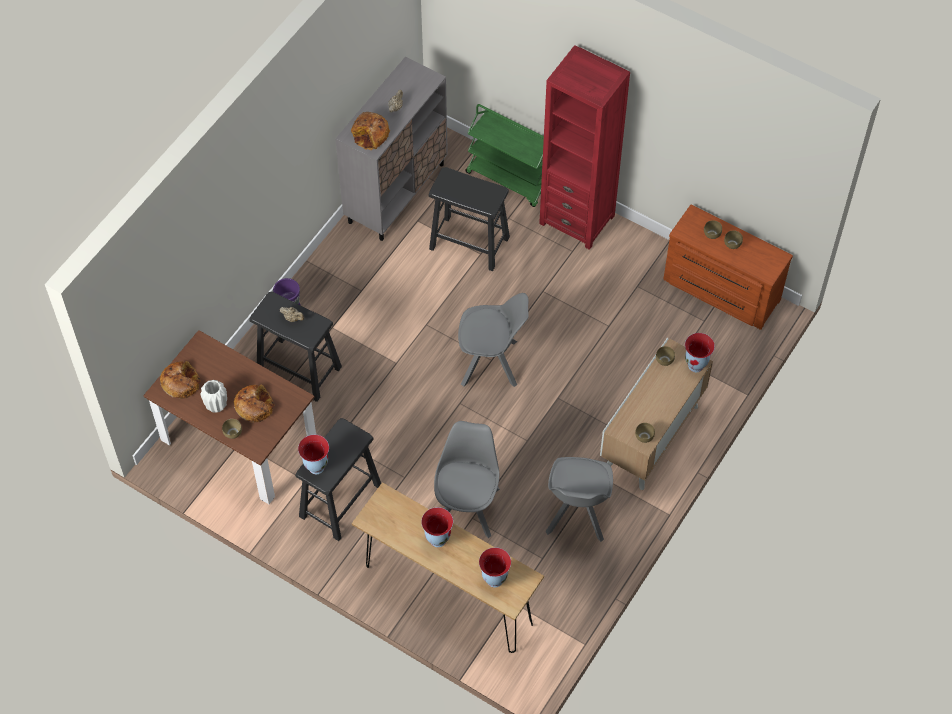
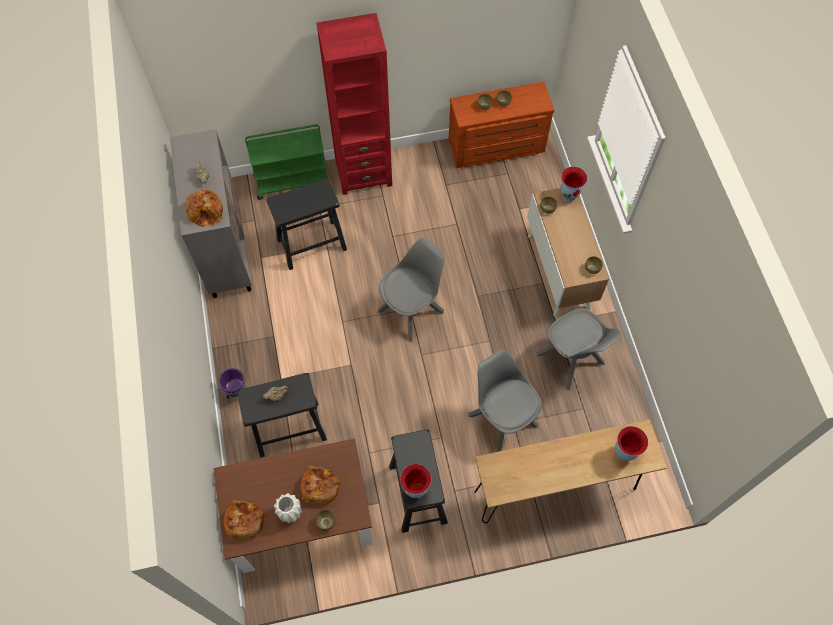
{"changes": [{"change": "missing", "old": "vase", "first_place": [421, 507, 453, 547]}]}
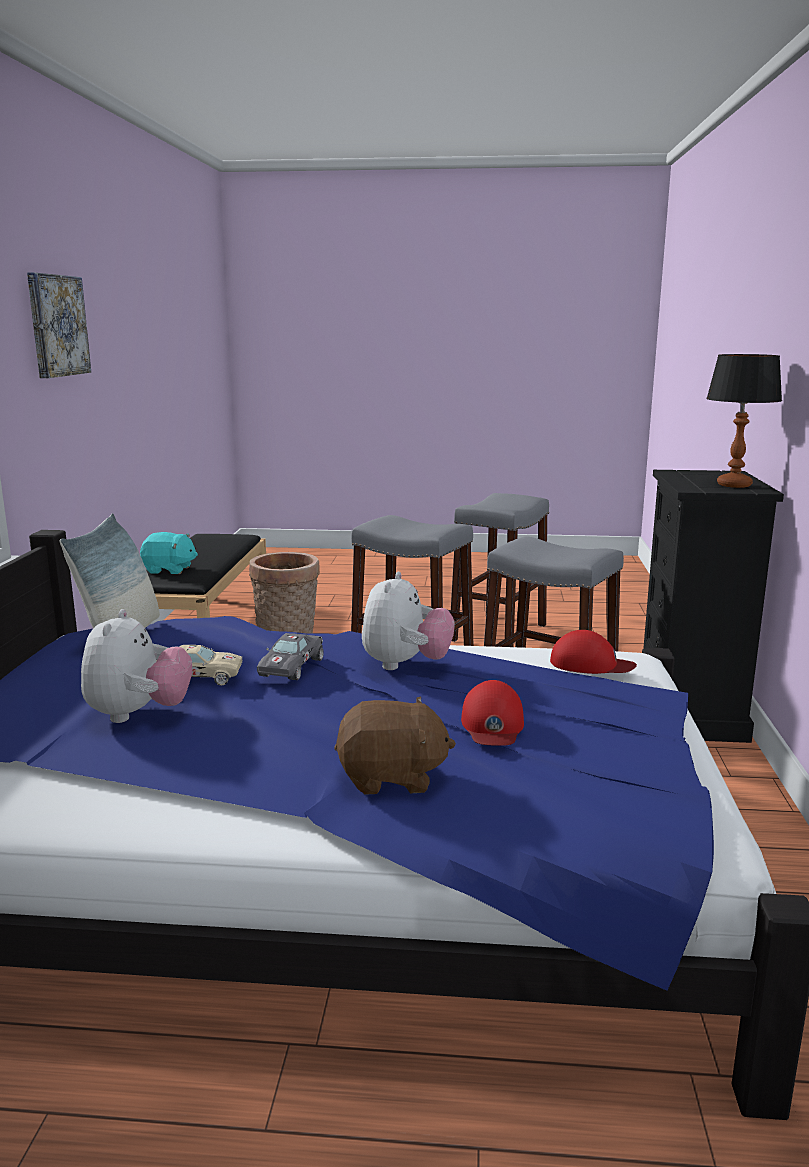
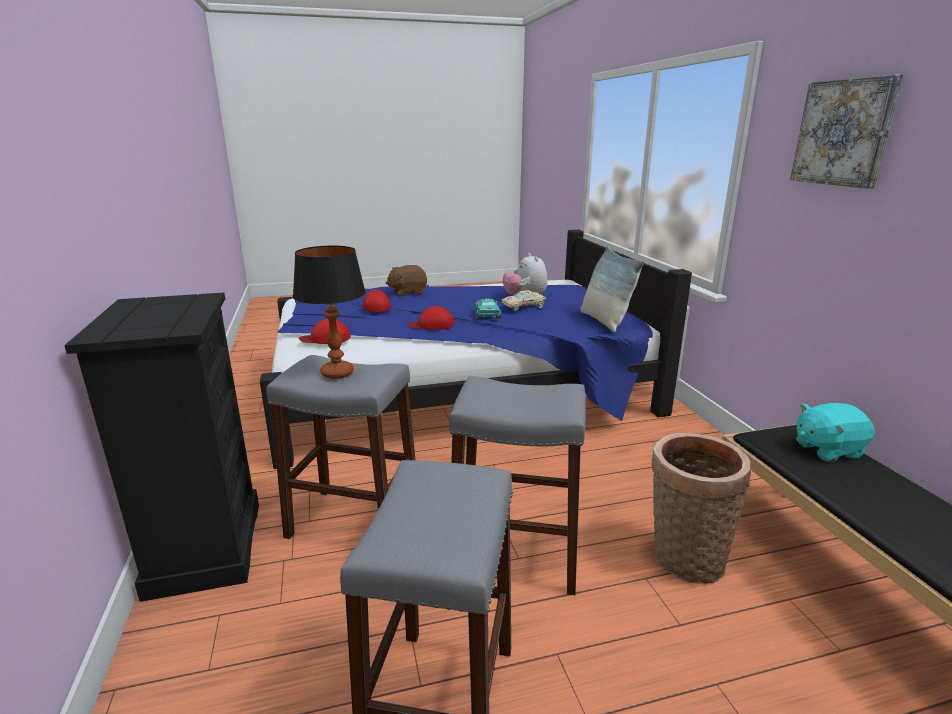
{"changes": [{"change": "relocated", "old": "table lamp", "first_place": [706, 354, 782, 488], "second_place": [293, 246, 366, 379]}, {"change": "exchanged", "old": "plush toy", "new": "cap (red)", "first_place": [362, 572, 455, 670], "second_place": [407, 306, 454, 330]}, {"change": "colour", "old": "toy car (grey)", "new": "toy car (turquoise)", "first_place": [257, 633, 324, 680], "second_place": [476, 299, 501, 319]}]}
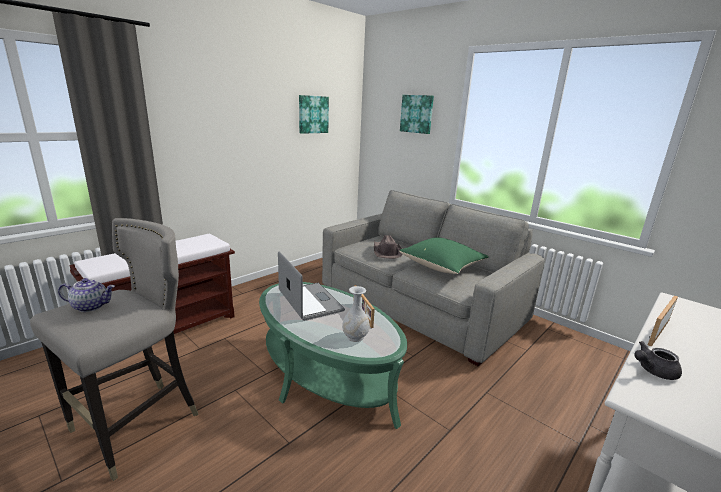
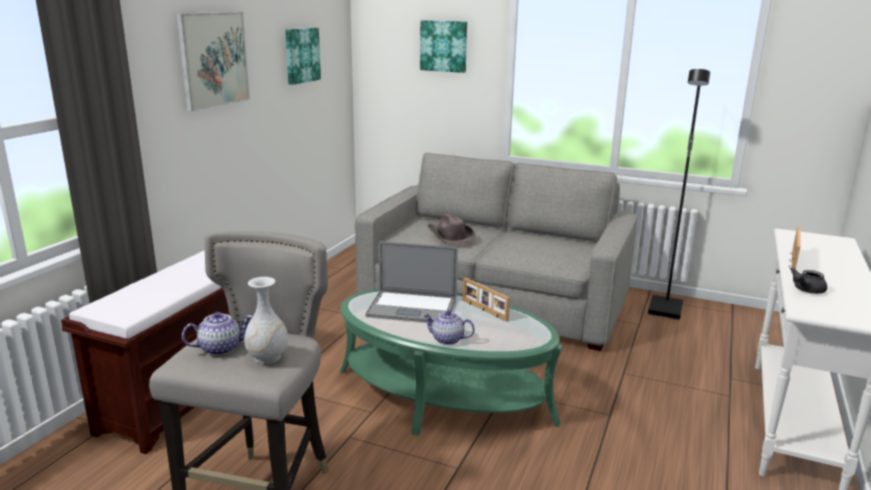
{"changes": [{"change": "missing", "old": "pillow (green)", "first_place": [399, 237, 489, 274]}, {"change": "appeared", "new": "picture", "second_place": [176, 12, 250, 111]}, {"change": "appeared", "new": "teapot", "second_place": [423, 310, 475, 345]}, {"change": "appeared", "new": "floor lamp (black)", "second_place": [648, 69, 710, 320]}, {"change": "relocated", "old": "vase (white)", "first_place": [342, 286, 370, 342], "second_place": [244, 277, 288, 364]}, {"change": "spun", "old": "laptop", "first_place": [278, 251, 345, 321], "second_place": [365, 241, 458, 322], "degrees": 150}]}
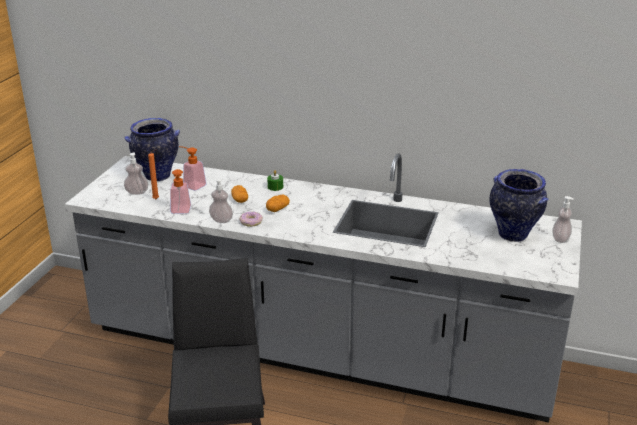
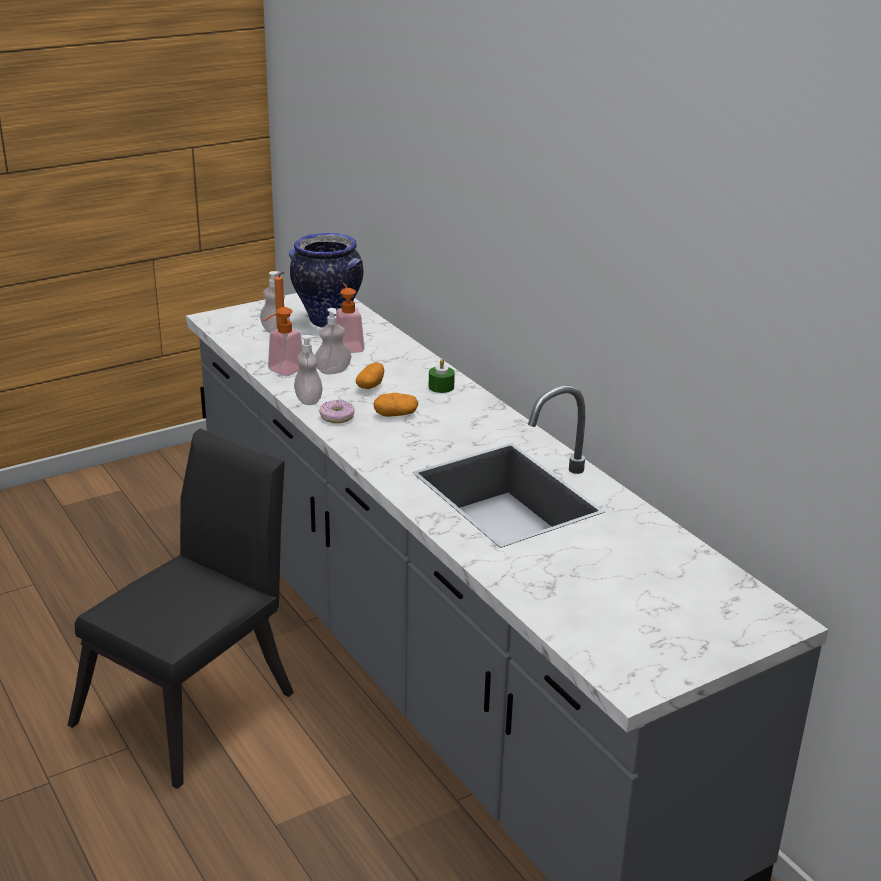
{"changes": [{"change": "missing", "old": "vase", "first_place": [489, 169, 548, 242]}, {"change": "relocated", "old": "soap dispenser", "first_place": [552, 196, 574, 243], "second_place": [315, 308, 352, 374]}]}
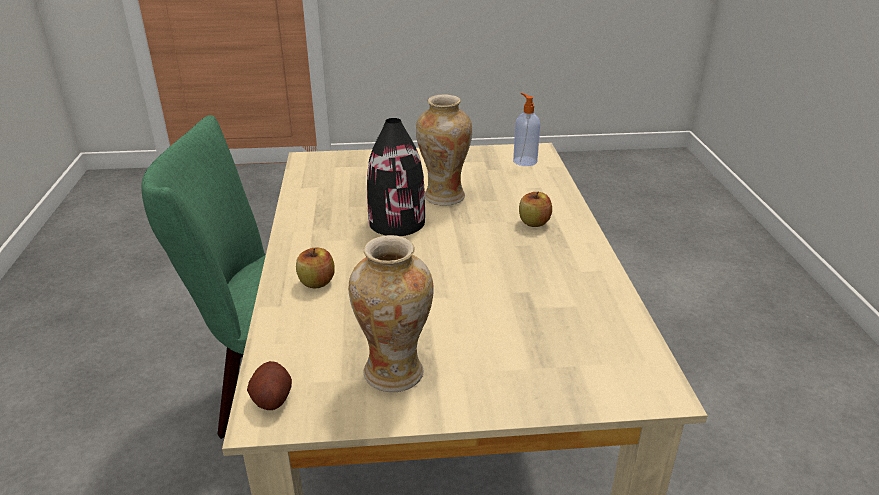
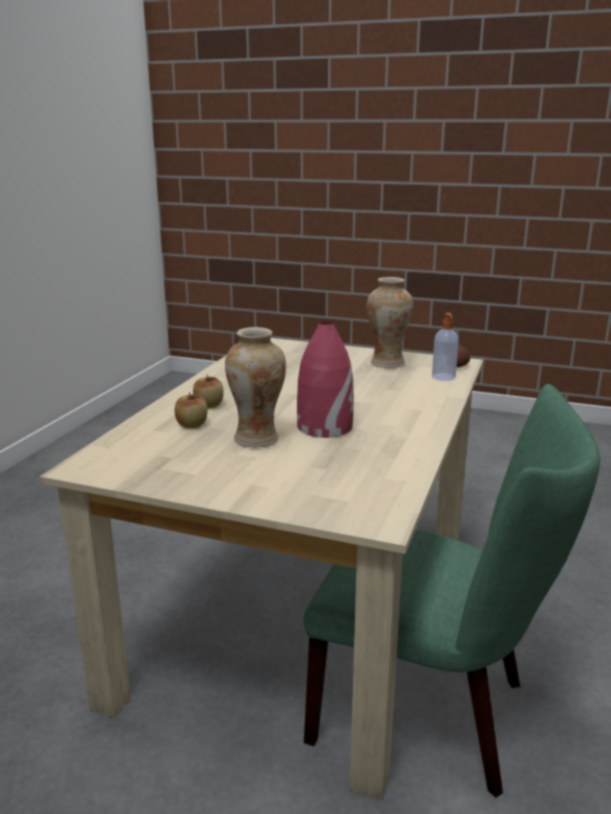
{"changes": [{"change": "relocated", "old": "apple", "first_place": [296, 247, 335, 288], "second_place": [175, 392, 208, 429]}, {"change": "relocated", "old": "soap dispenser", "first_place": [513, 93, 540, 166], "second_place": [432, 313, 459, 381]}, {"change": "colour", "old": "vase (black)", "new": "vase (red)", "first_place": [367, 118, 425, 236], "second_place": [297, 321, 354, 438]}]}
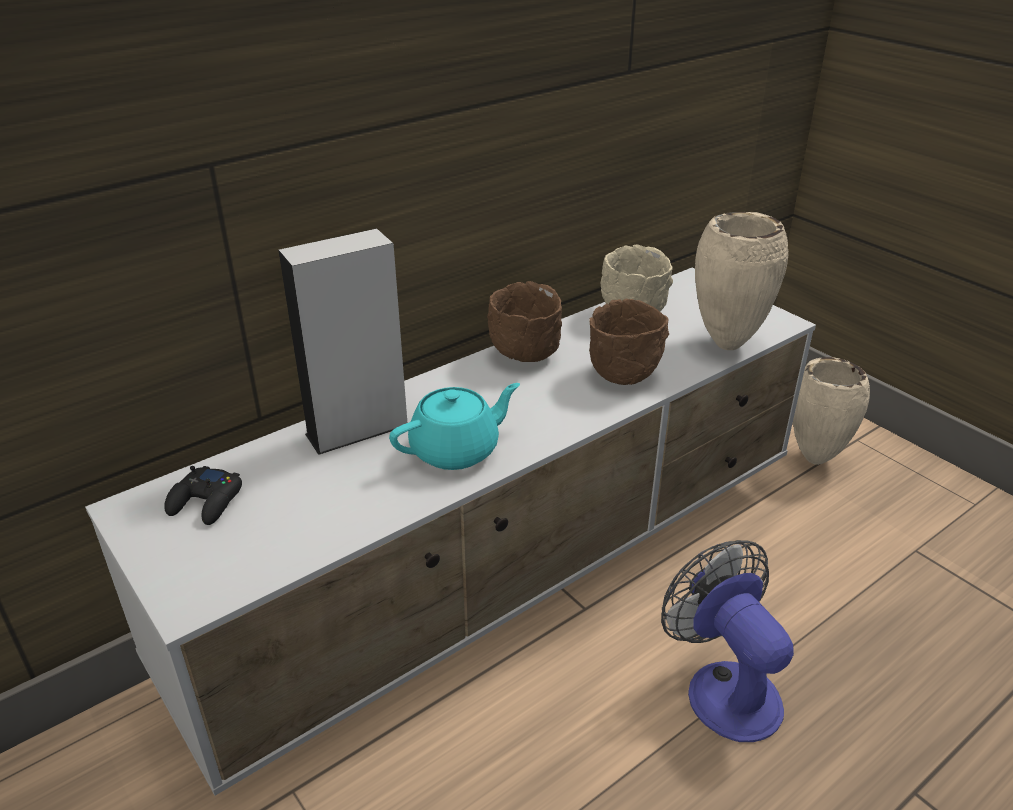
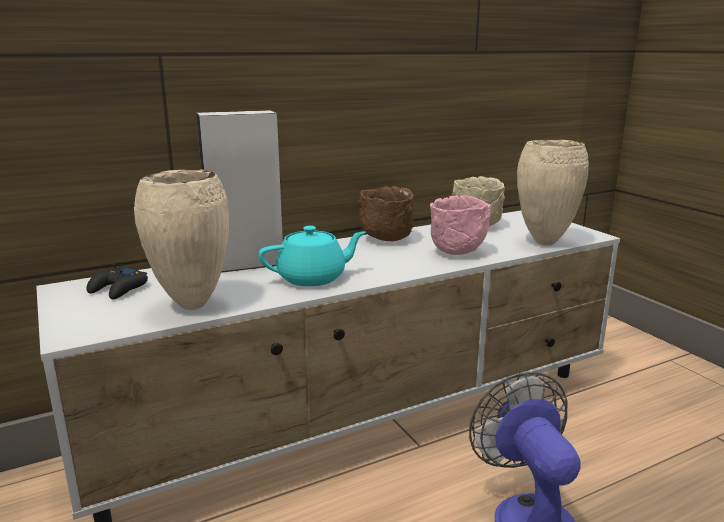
{"changes": [{"change": "relocated", "old": "vase (beige)", "first_place": [793, 357, 870, 465], "second_place": [134, 169, 229, 310]}, {"change": "colour", "old": "bowl (brown)", "new": "bowl (pink)", "first_place": [589, 299, 669, 385], "second_place": [430, 195, 491, 255]}]}
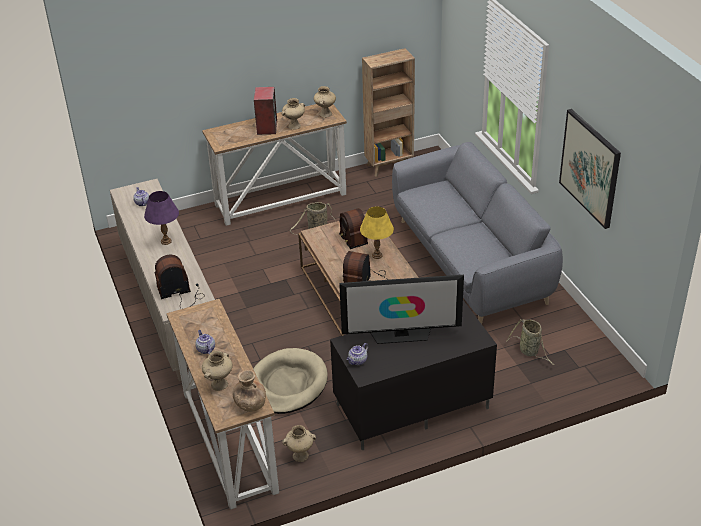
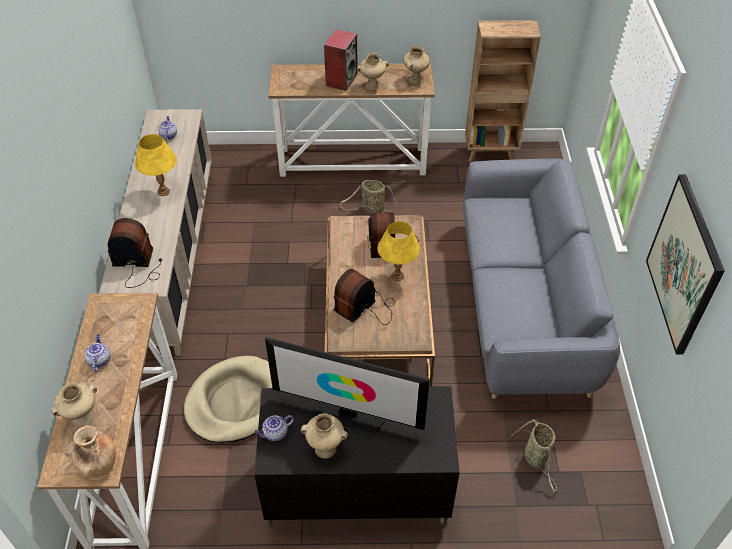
{"changes": [{"change": "relocated", "old": "vase (beige)", "first_place": [282, 425, 316, 462], "second_place": [301, 413, 348, 459]}, {"change": "colour", "old": "table lamp (purple)", "new": "table lamp (yellow)", "first_place": [144, 191, 179, 245], "second_place": [135, 134, 177, 196]}]}
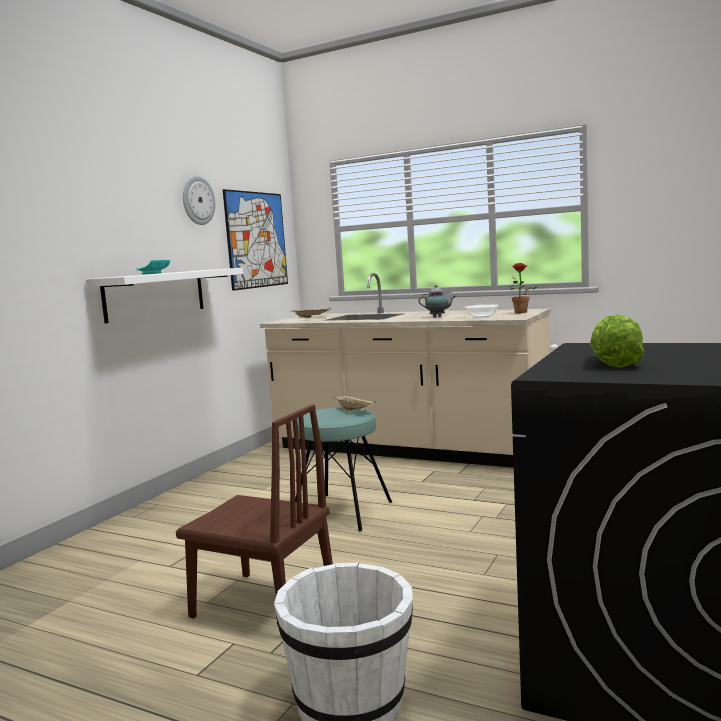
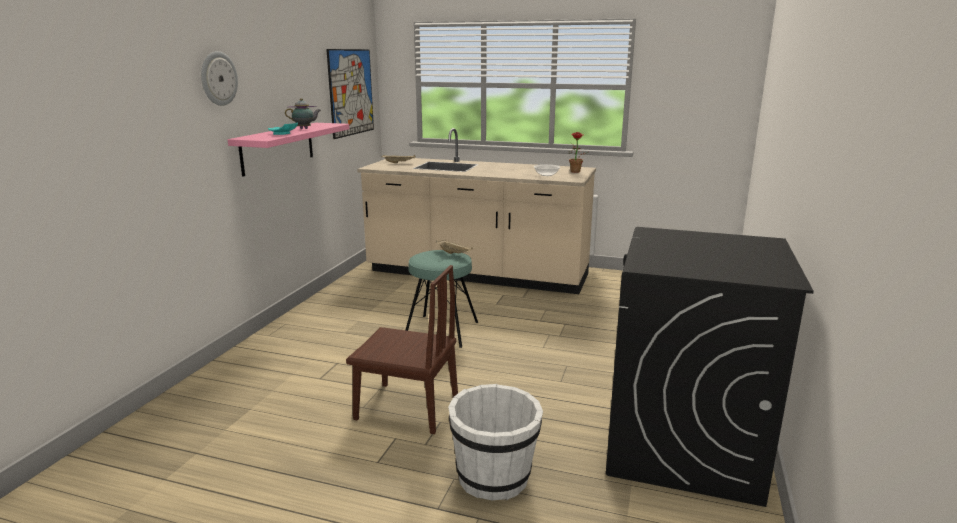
{"changes": [{"change": "missing", "old": "lettuce", "first_place": [590, 314, 644, 368]}, {"change": "relocated", "old": "wall clock", "first_place": [183, 176, 215, 225], "second_place": [201, 51, 238, 106]}, {"change": "relocated", "old": "teapot", "first_place": [418, 285, 456, 317], "second_place": [285, 98, 321, 129]}, {"change": "colour", "old": "shelf (white)", "new": "shelf (pink)", "first_place": [85, 268, 243, 324], "second_place": [228, 123, 349, 177]}]}
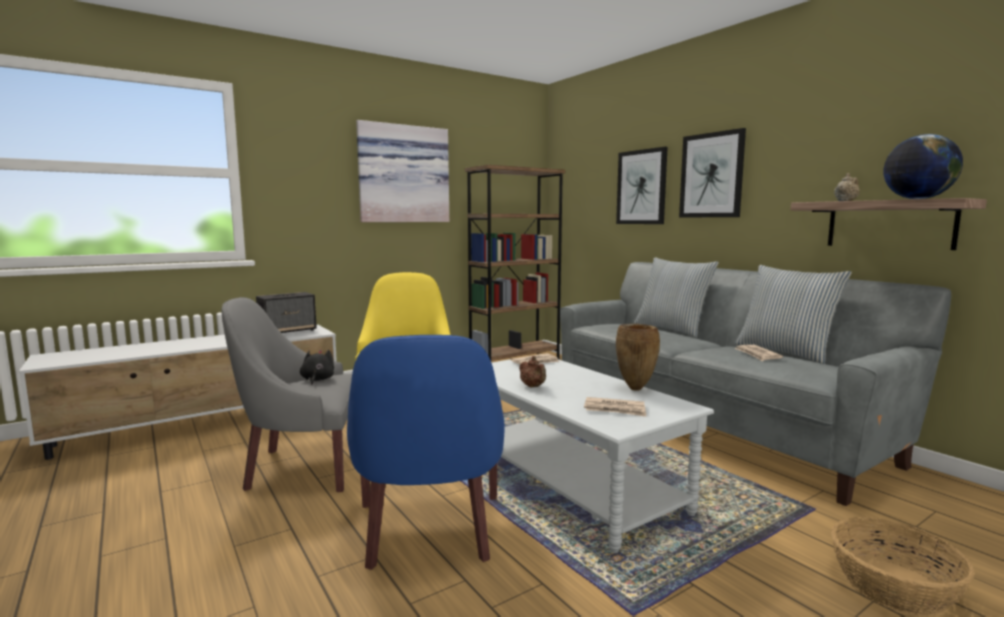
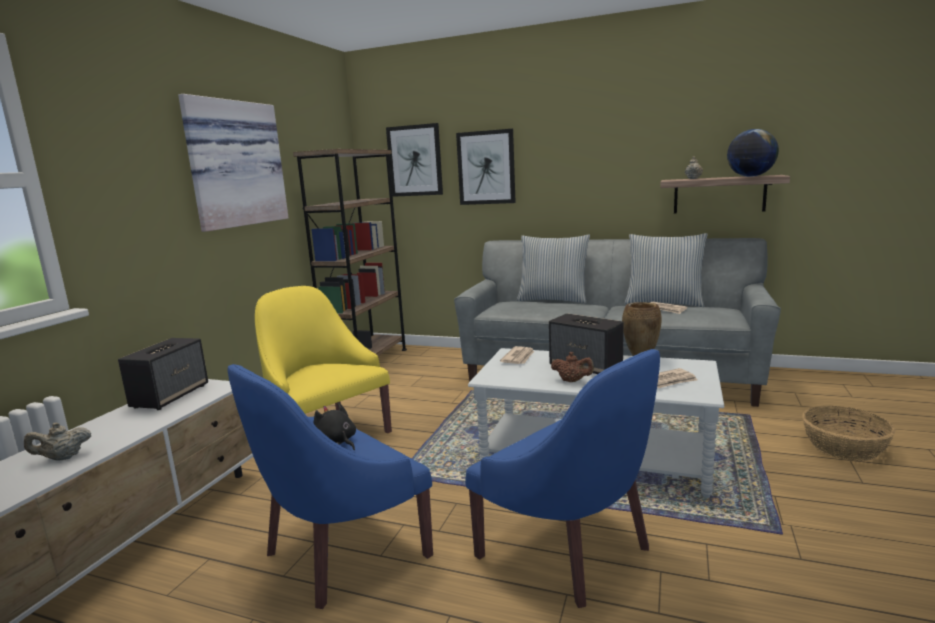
{"changes": [{"change": "appeared", "new": "teapot (beige)", "second_place": [24, 423, 91, 461]}, {"change": "appeared", "new": "speaker", "second_place": [549, 313, 624, 374]}, {"change": "relocated", "old": "picture", "first_place": [679, 128, 746, 217], "second_place": [386, 123, 443, 197]}, {"change": "colour", "old": "armchair (grey)", "new": "armchair (blue)", "first_place": [221, 297, 352, 492], "second_place": [228, 364, 433, 609]}]}
